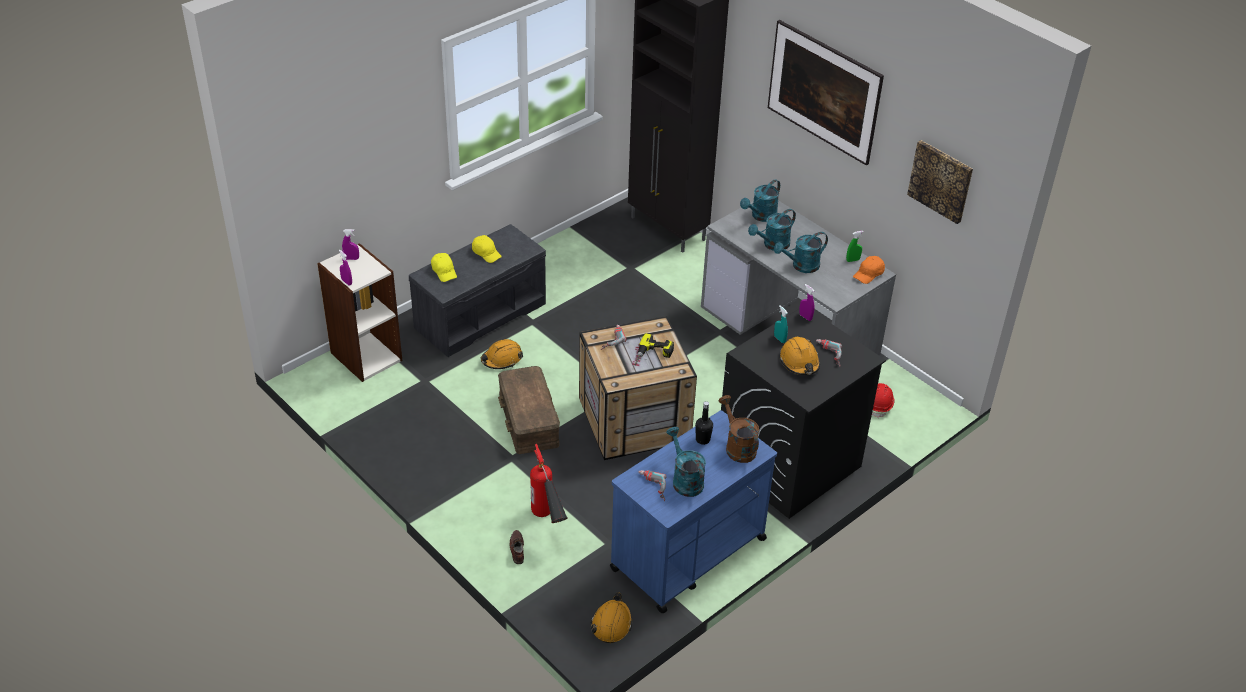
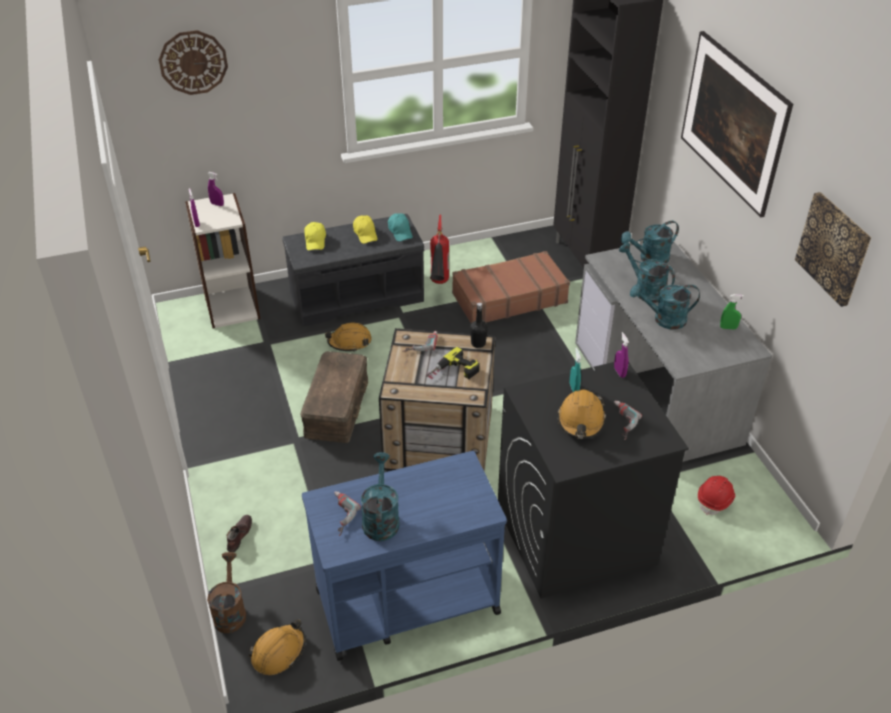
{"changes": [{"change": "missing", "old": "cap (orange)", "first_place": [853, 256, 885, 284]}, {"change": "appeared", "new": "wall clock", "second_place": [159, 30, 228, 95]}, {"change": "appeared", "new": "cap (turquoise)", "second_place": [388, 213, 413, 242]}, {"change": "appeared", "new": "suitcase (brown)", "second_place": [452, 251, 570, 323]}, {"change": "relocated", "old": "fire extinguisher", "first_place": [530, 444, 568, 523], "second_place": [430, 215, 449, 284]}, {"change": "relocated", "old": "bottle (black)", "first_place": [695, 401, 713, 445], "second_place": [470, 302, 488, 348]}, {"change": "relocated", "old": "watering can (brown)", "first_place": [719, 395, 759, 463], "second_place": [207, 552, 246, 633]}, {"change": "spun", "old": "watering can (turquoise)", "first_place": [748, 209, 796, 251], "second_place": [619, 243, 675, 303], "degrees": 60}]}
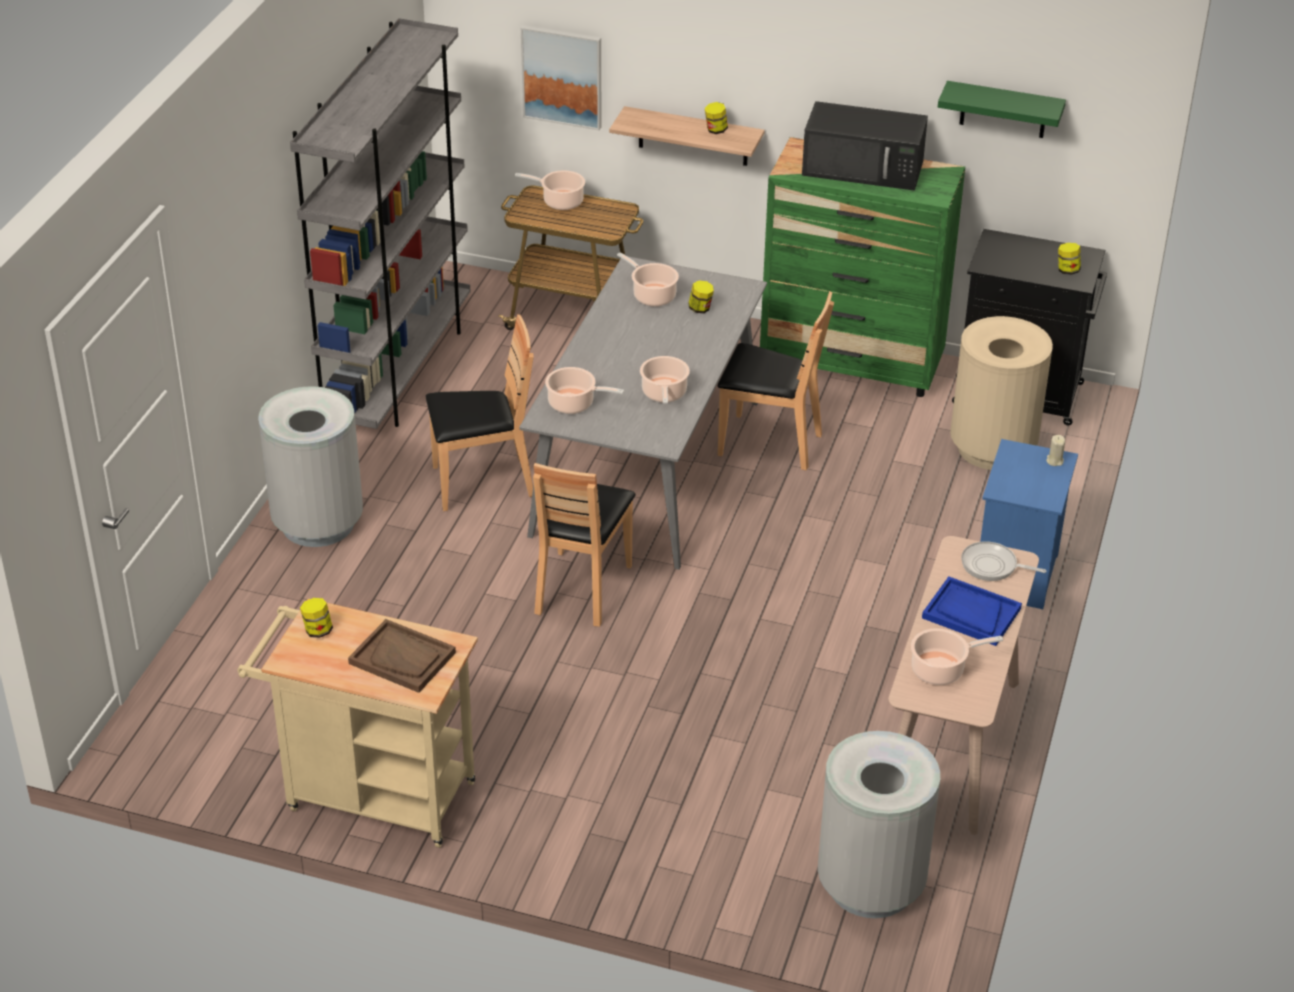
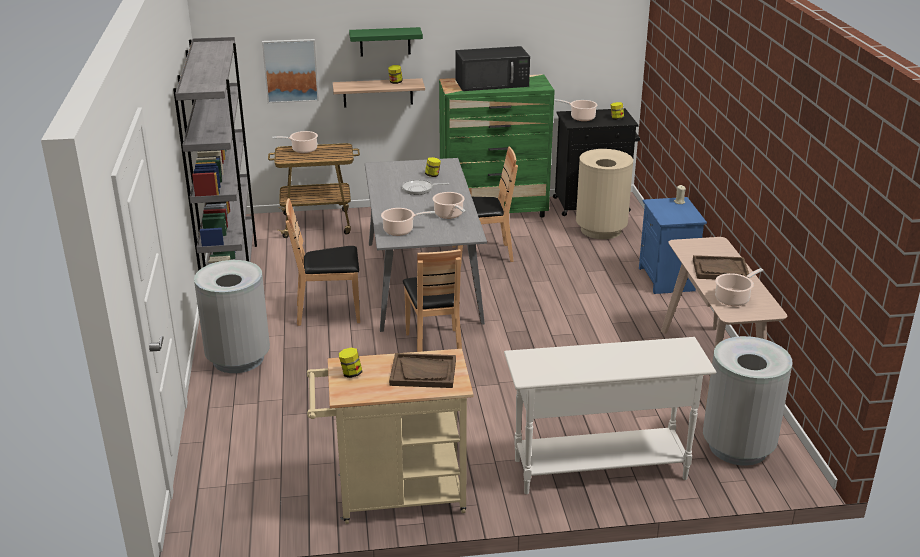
{"changes": [{"change": "appeared", "new": "console table (white)", "second_place": [504, 337, 717, 494]}, {"change": "relocated", "old": "cooking pot", "first_place": [617, 252, 679, 306], "second_place": [554, 99, 598, 121]}, {"change": "relocated", "old": "shelf (green)", "first_place": [938, 81, 1066, 138], "second_place": [349, 27, 423, 57]}, {"change": "relocated", "old": "frying pan", "first_place": [961, 541, 1047, 581], "second_place": [402, 179, 450, 195]}, {"change": "colour", "old": "tray (blue)", "new": "tray (brown)", "first_place": [922, 576, 1022, 646], "second_place": [693, 255, 749, 279]}, {"change": "spun", "old": "chair (brown)", "first_place": [426, 314, 534, 511], "second_place": [285, 198, 360, 326], "degrees": -150}]}
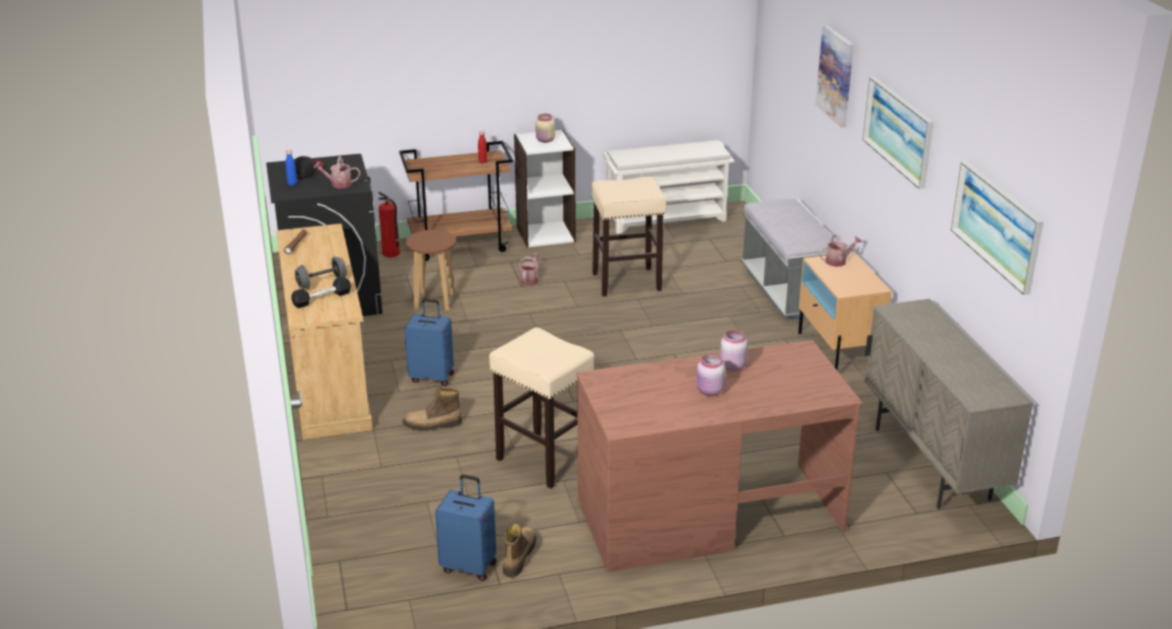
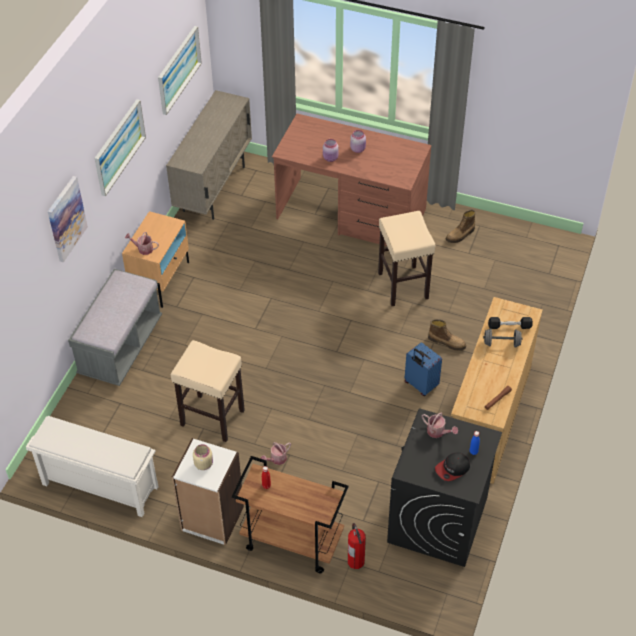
{"changes": [{"change": "missing", "old": "stool (brown)", "first_place": [406, 230, 456, 311]}, {"change": "missing", "old": "suitcase (blue)", "first_place": [435, 474, 496, 581]}]}
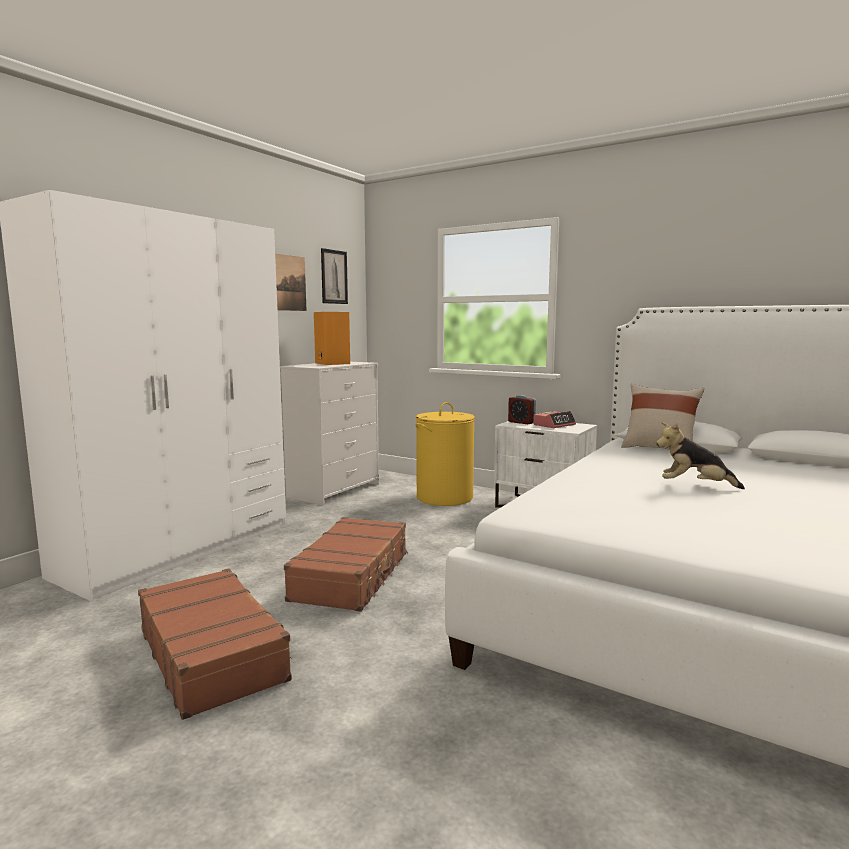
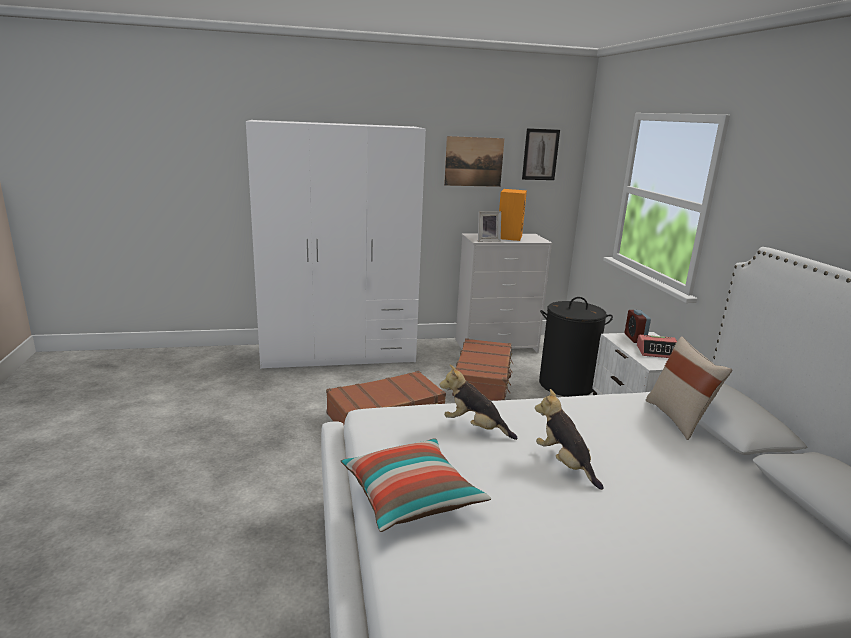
{"changes": [{"change": "appeared", "new": "pillow", "second_place": [341, 438, 491, 532]}, {"change": "appeared", "new": "plush toy", "second_place": [440, 365, 517, 440]}, {"change": "appeared", "new": "picture frame", "second_place": [478, 211, 501, 242]}, {"change": "relocated", "old": "suitcase (brown)", "first_place": [138, 568, 292, 720], "second_place": [452, 338, 514, 401]}, {"change": "colour", "old": "laundry basket (yellow)", "new": "laundry basket (black)", "first_place": [416, 402, 475, 506], "second_place": [539, 297, 613, 397]}]}
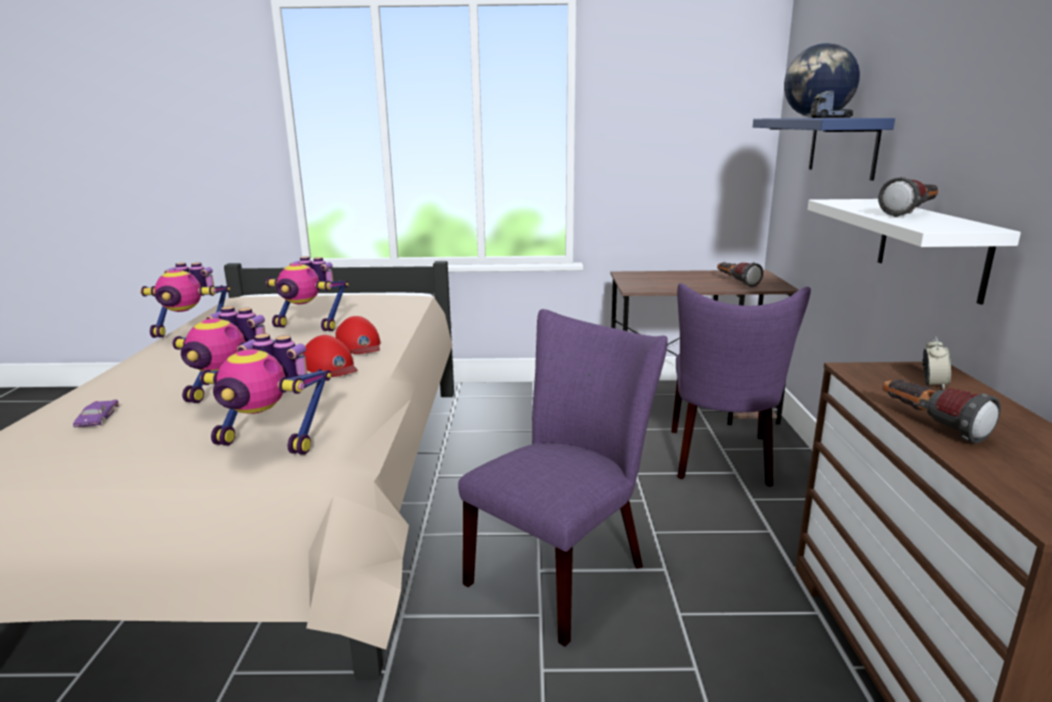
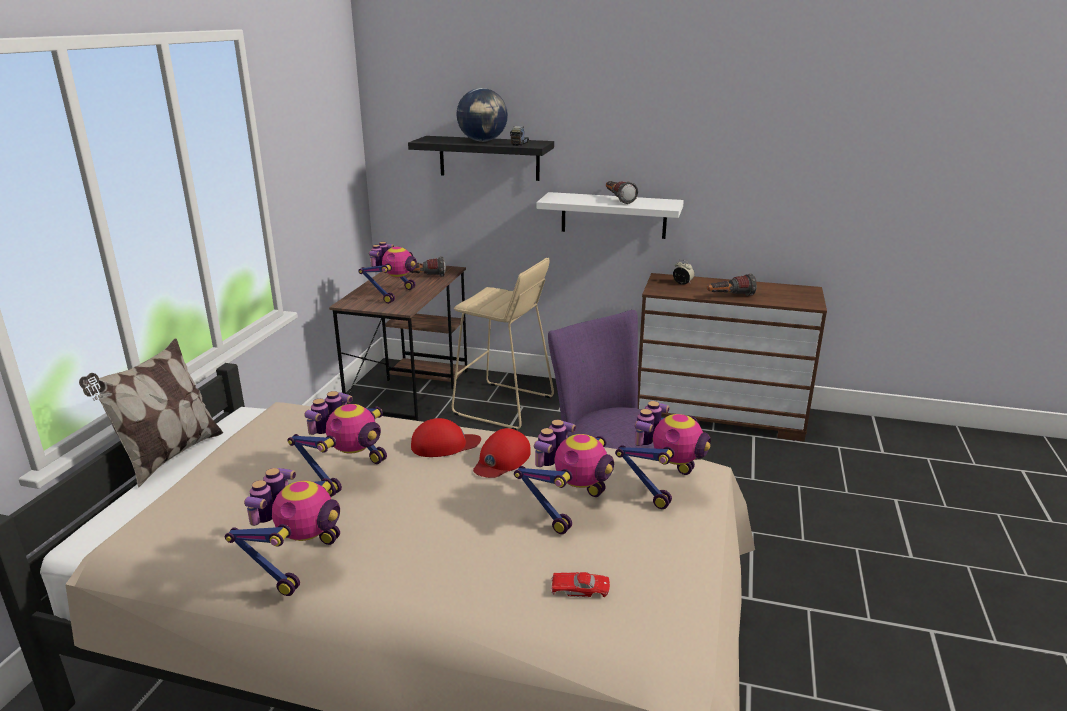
{"changes": [{"change": "appeared", "new": "pillow", "second_place": [79, 338, 223, 488]}, {"change": "appeared", "new": "toy robot", "second_place": [358, 242, 417, 304]}, {"change": "exchanged", "old": "chair (purple)", "new": "stool (beige)", "first_place": [671, 283, 811, 487], "second_place": [452, 258, 554, 430]}, {"change": "colour", "old": "toy car (purple)", "new": "toy car (red)", "first_place": [73, 400, 119, 427], "second_place": [551, 572, 610, 598]}, {"change": "colour", "old": "shelf (blue)", "new": "shelf (black)", "first_place": [753, 118, 895, 181], "second_place": [408, 136, 554, 181]}, {"change": "spun", "old": "cap (red)", "first_place": [303, 335, 358, 377], "second_place": [473, 428, 531, 478], "degrees": 150}]}
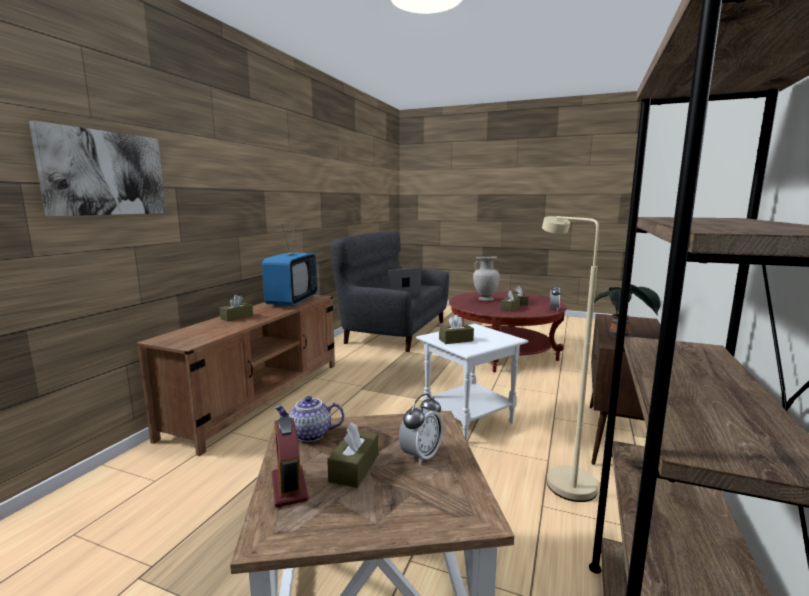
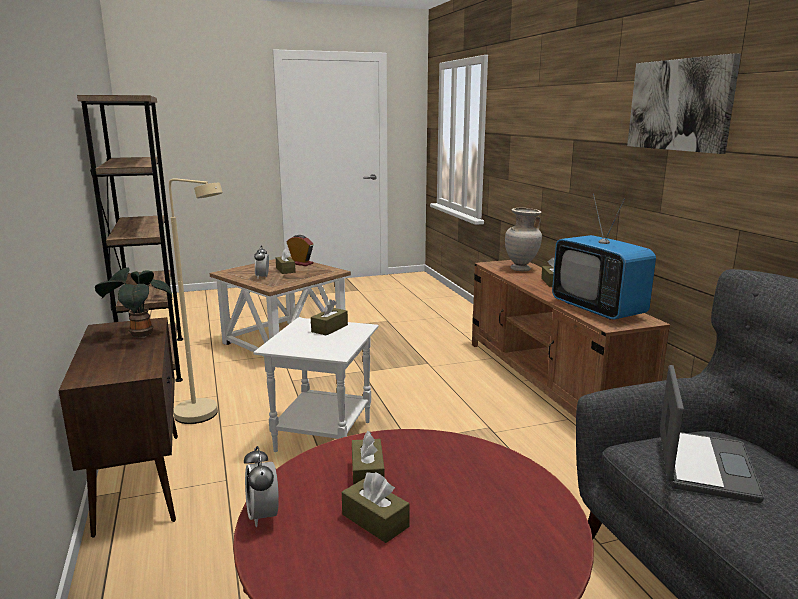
{"changes": [{"change": "missing", "old": "teapot", "first_place": [274, 396, 344, 442]}, {"change": "relocated", "old": "picture", "first_place": [29, 121, 166, 216], "second_place": [627, 53, 741, 154]}, {"change": "relocated", "old": "vase (beige)", "first_place": [473, 256, 500, 301], "second_place": [505, 208, 542, 271]}]}
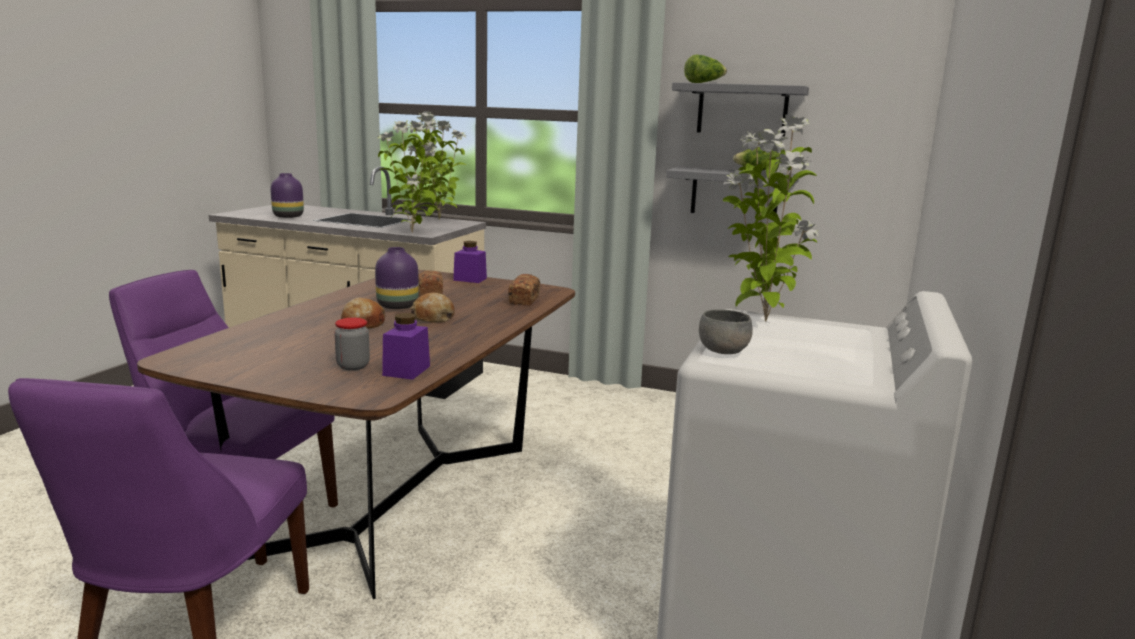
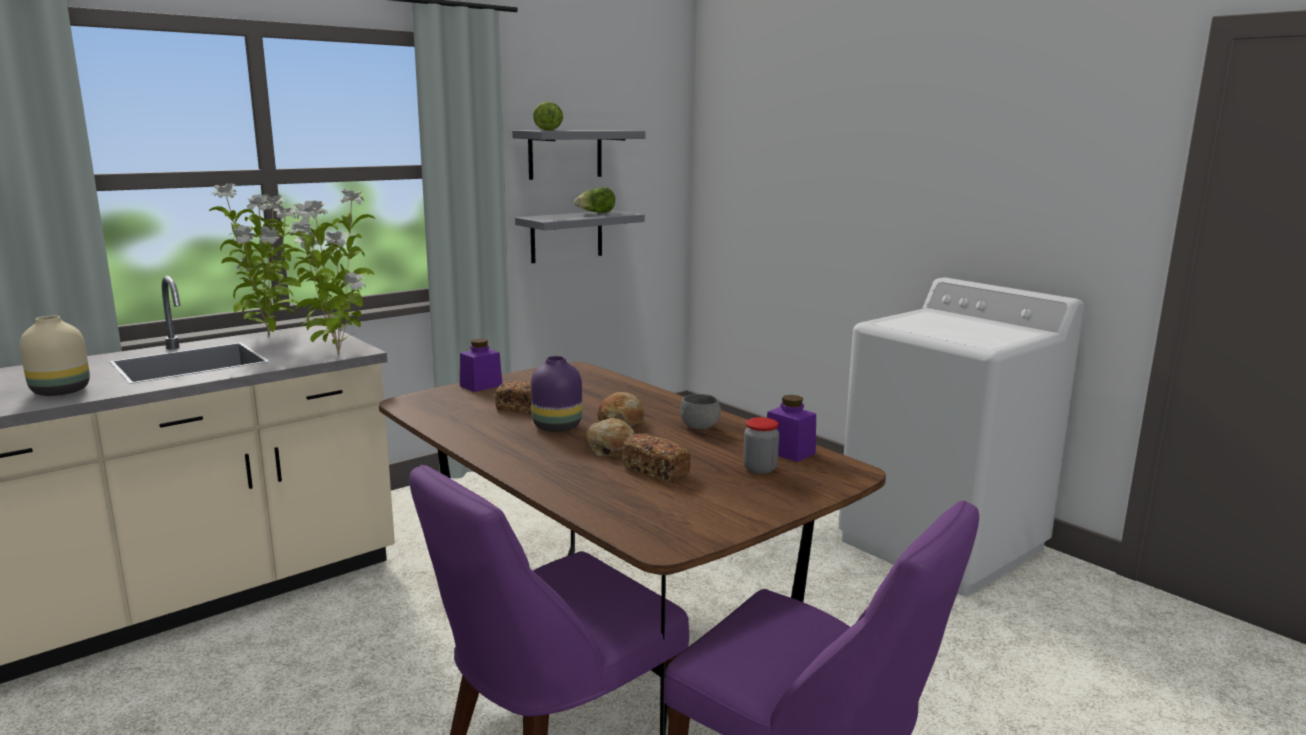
{"changes": [{"change": "missing", "old": "potted plant", "first_place": [723, 114, 818, 321]}, {"change": "relocated", "old": "bread", "first_place": [508, 274, 540, 306], "second_place": [622, 433, 691, 482]}, {"change": "relocated", "old": "bowl (grey)", "first_place": [699, 309, 753, 354], "second_place": [680, 394, 721, 429]}, {"change": "colour", "old": "vase (purple)", "new": "vase (beige)", "first_place": [270, 173, 304, 218], "second_place": [20, 316, 90, 396]}]}
